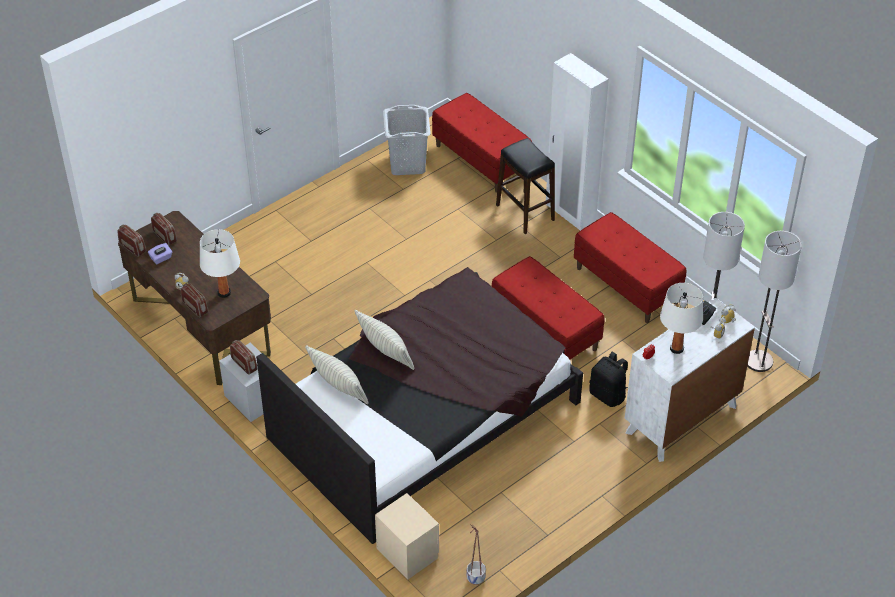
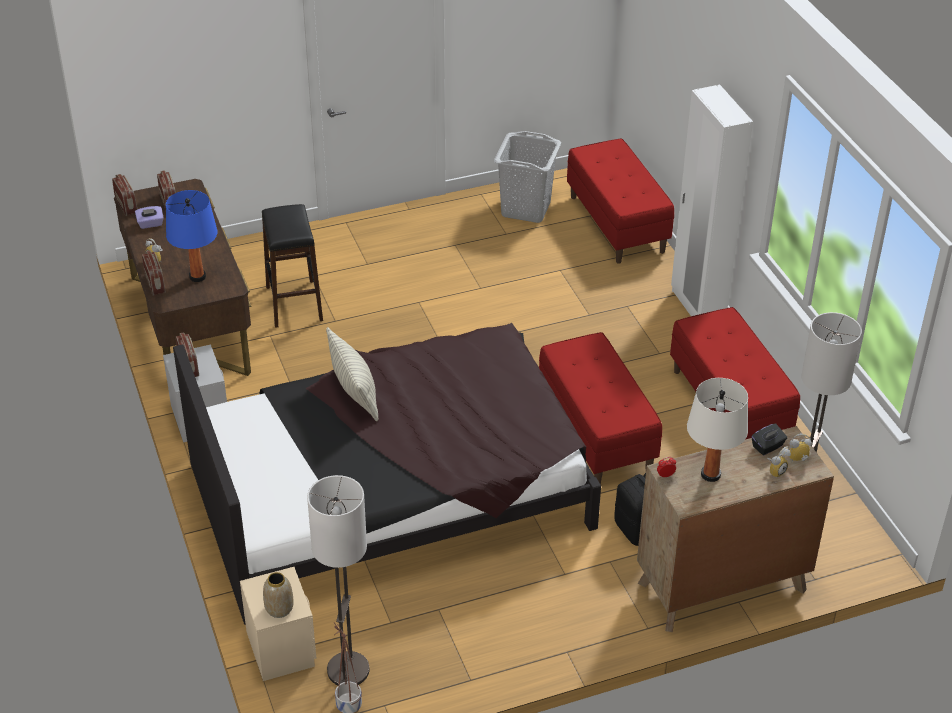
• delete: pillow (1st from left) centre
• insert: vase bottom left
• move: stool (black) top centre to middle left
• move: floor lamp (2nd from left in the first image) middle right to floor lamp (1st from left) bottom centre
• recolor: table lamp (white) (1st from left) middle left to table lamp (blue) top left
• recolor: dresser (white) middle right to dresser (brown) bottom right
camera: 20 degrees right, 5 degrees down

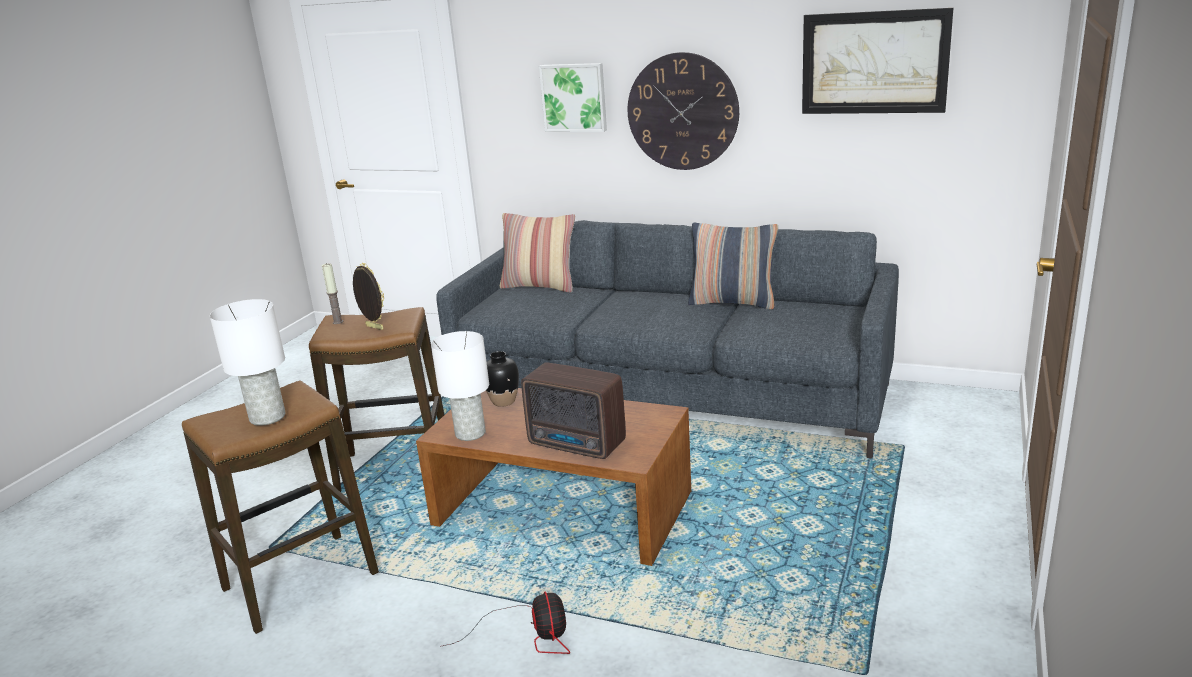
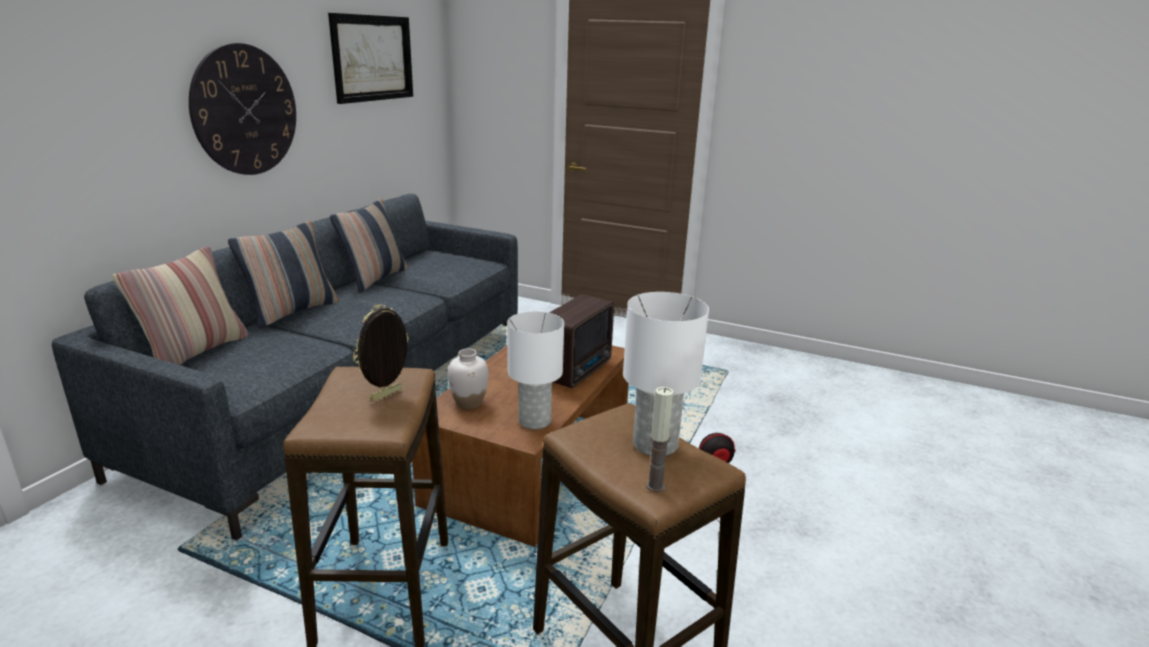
• delete: picture (1st from left) top centre
• insert: pillow (2nd from left) middle left
• move: candle middle left to bottom centre
• recolor: vase (black) centre to vase (white) centre
camera: 90 degrees left, 0 degrees up

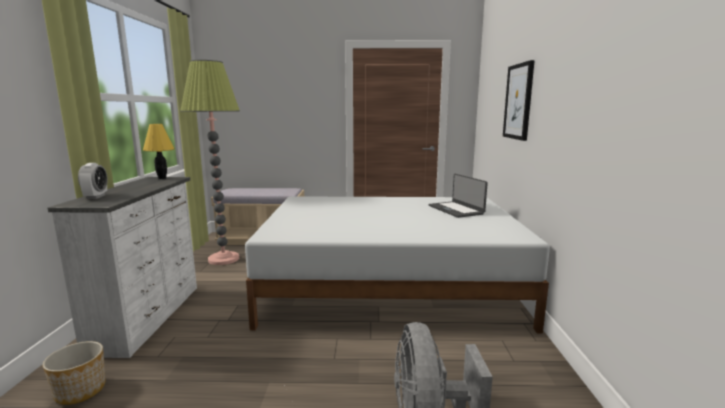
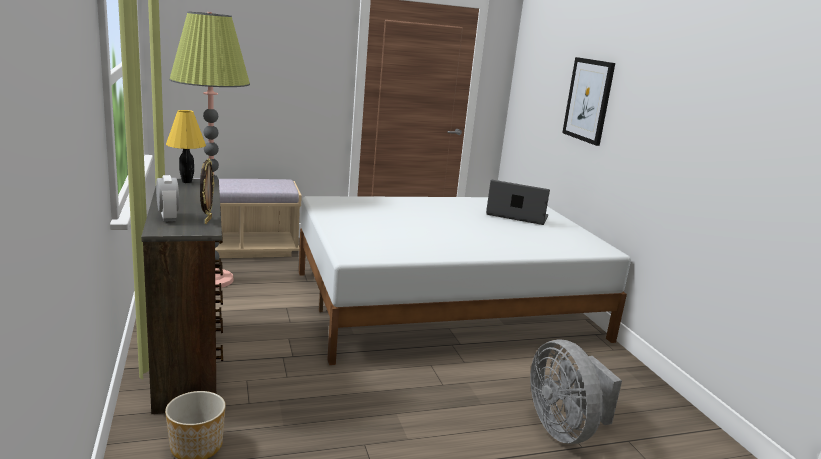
• insert: picture frame middle left
• recolor: dresser (white) middle left to dresser (brown) middle left
• rotate: laptop centre = centre 150 degrees clockwise
camera: 20 degrees left, 5 degrees up

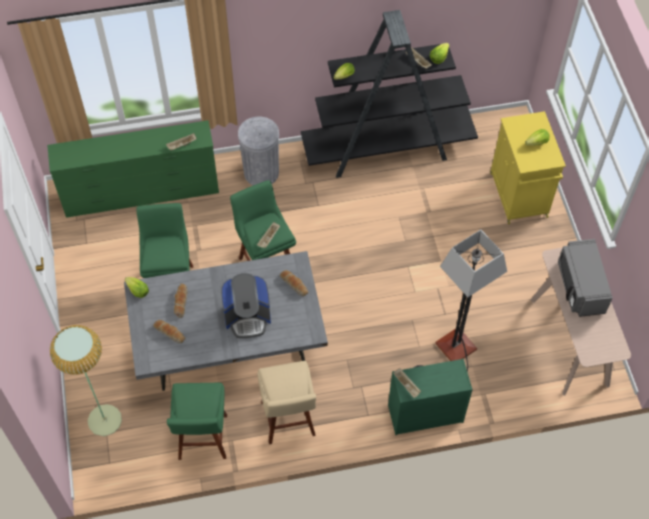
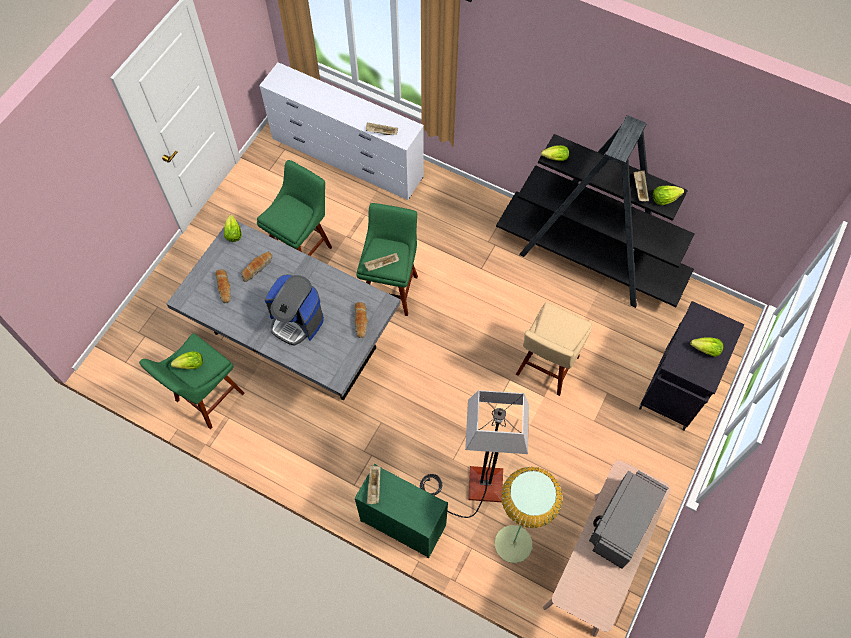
• delete: trash can (grey) top centre
• insert: lettuce (1st from left) middle left
• move: floor lamp (1st from left in the first image) bottom left to floor lamp (2nd from left) bottom centre
• move: stool (beige) bottom centre to centre
• recolor: dresser (green) (1st from left) top left to dresser (white) top centre
• recolor: cabinet (yellow) top right to cabinet (black) middle right
camera: 40 degrees right, 5 degrees up

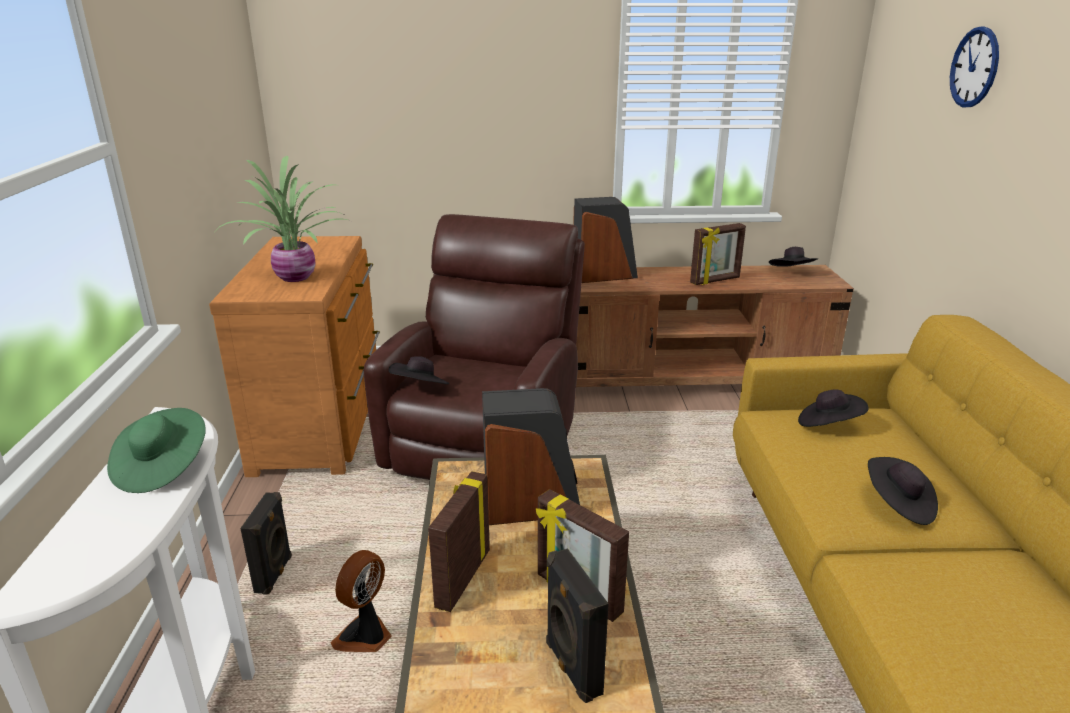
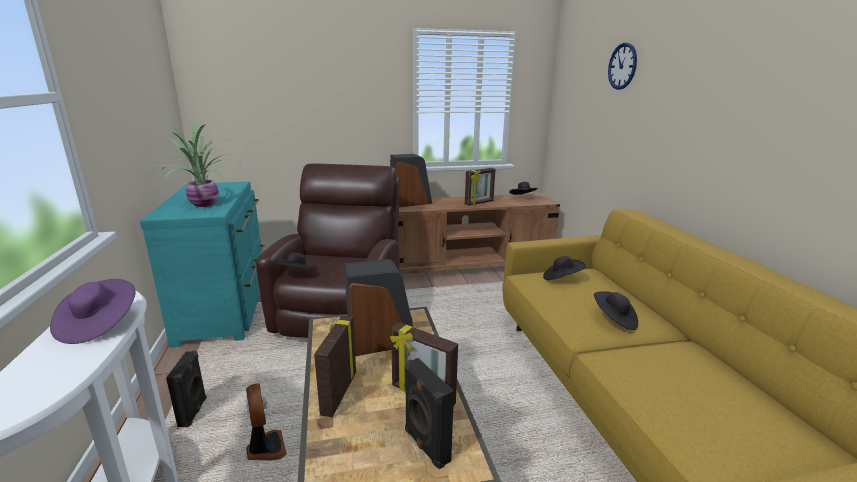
• recolor: hat (green) middle left to hat (purple) middle left
• recolor: dresser (brown) middle left to dresser (turquoise) middle left
• rotate: fan bottom centre = bottom left 135 degrees clockwise
camera: 10 degrees left, 5 degrees down

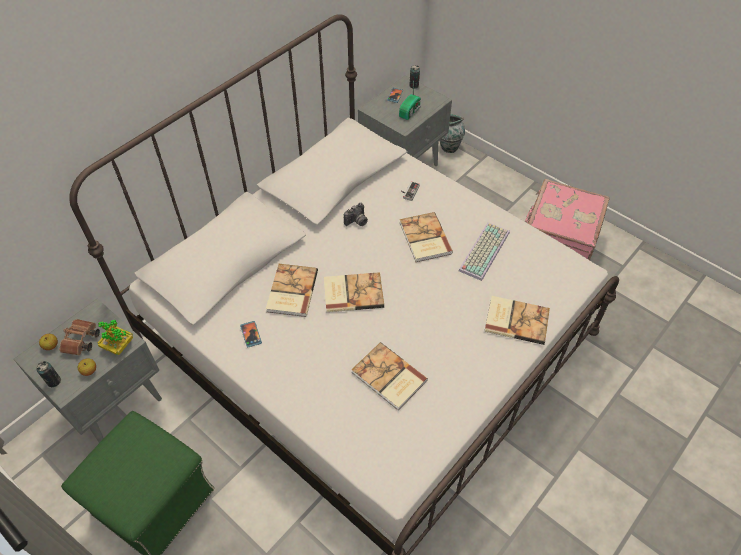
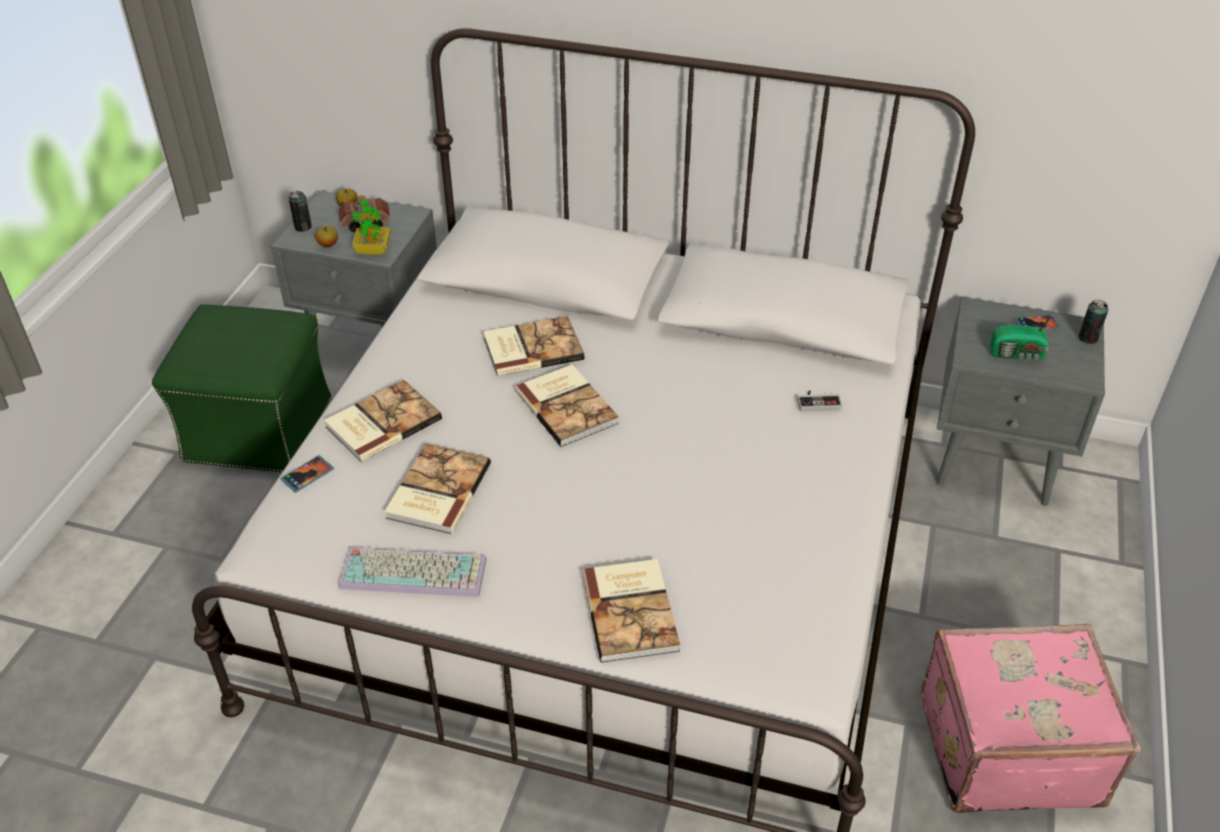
• delete: photo camera centre
• delete: vase top centre
• move: phone (1st from left) centre to middle left
• move: book (4th from left in the first image) centre to book (1st from left) middle left
• move: keyboard centre to bottom centre
camera: 65 degrees right, 10 degrees down

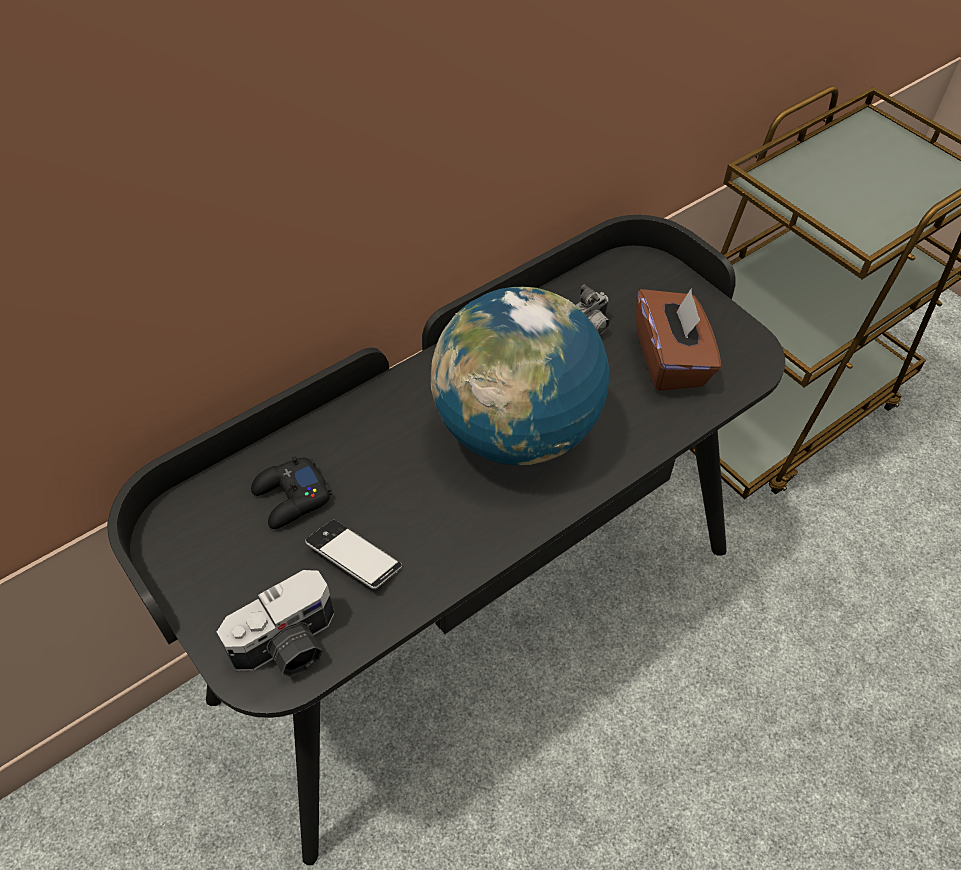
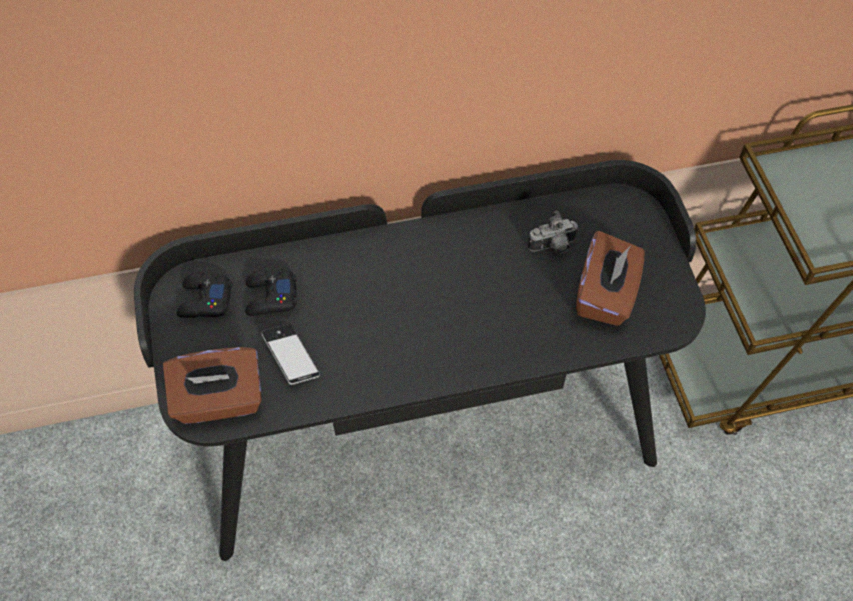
• delete: globe centre
• insert: game controller (black) (1st from left) middle left
• replace: photo camera (1st from left) bottom left to tissue box (brown) (1st from left) middle left
camera: 25 degrees right, 5 degrees up

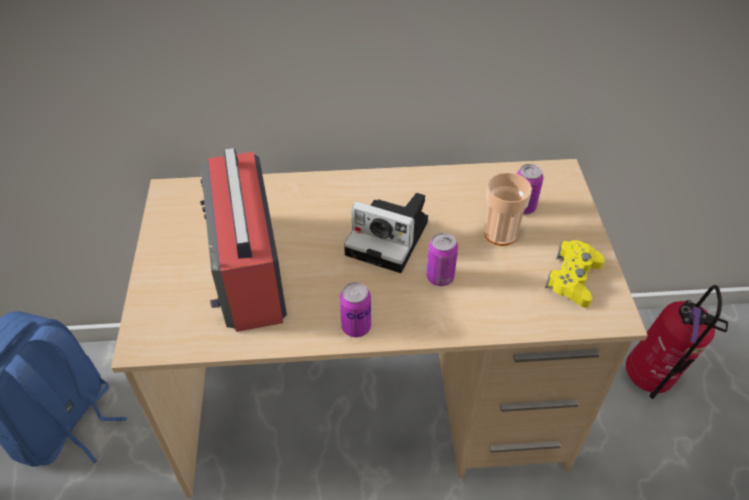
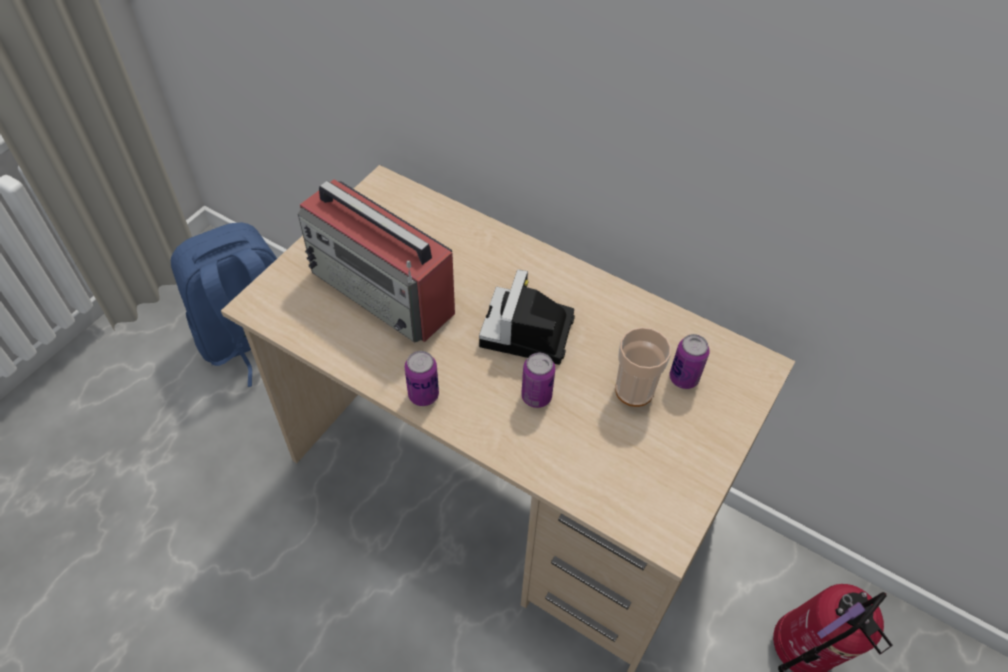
• delete: game controller (yellow) middle right
• rotate: radio middle left = centre 75 degrees counterclockwise
• rotate: photo camera centre = centre 45 degrees clockwise
camera: 35 degrees right, 5 degrees up

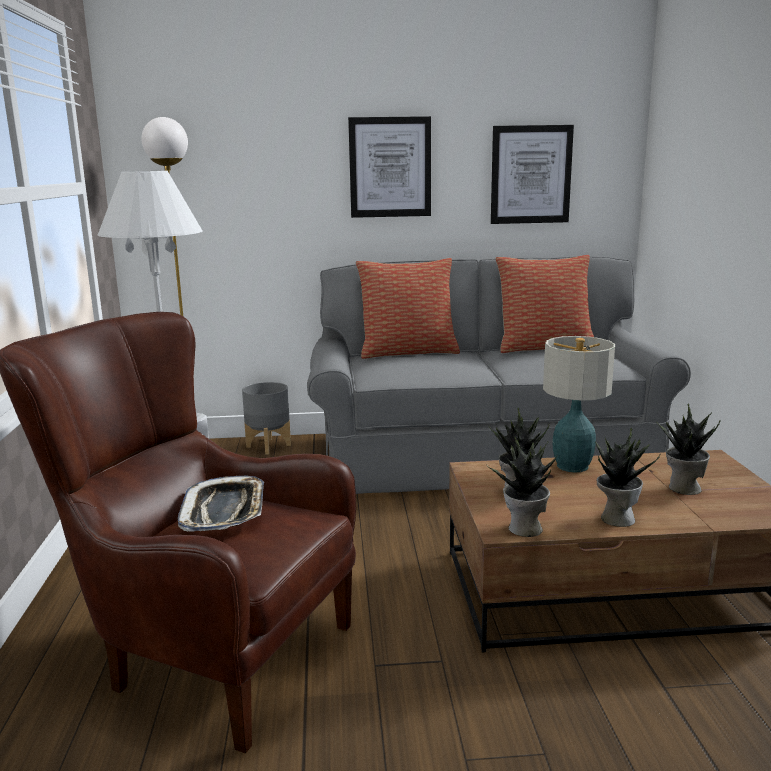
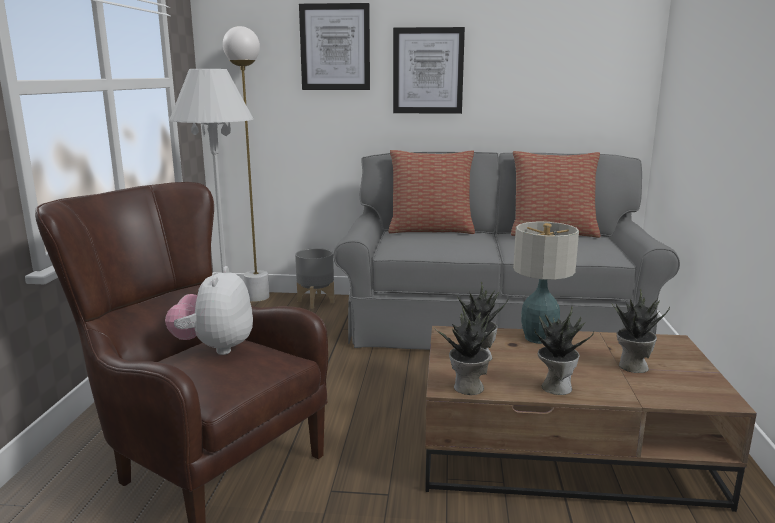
• move: picture (2nd from left in the first image) top right to picture (1st from left) top centre
• replace: tray middle left to plush toy middle left
camera: 10 degrees right, 0 degrees up

